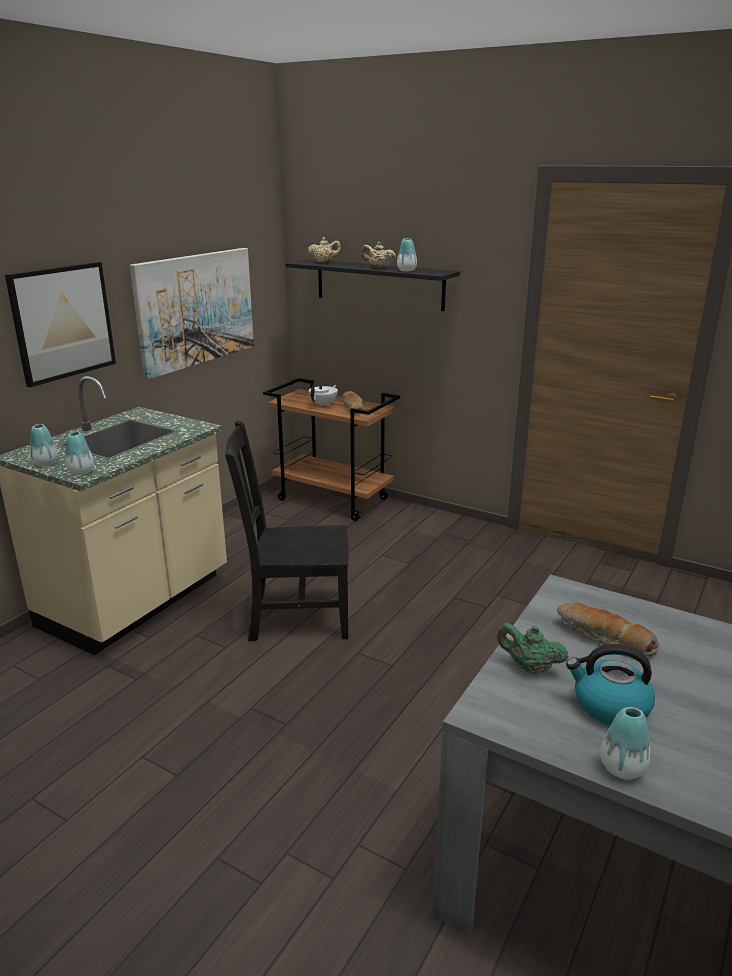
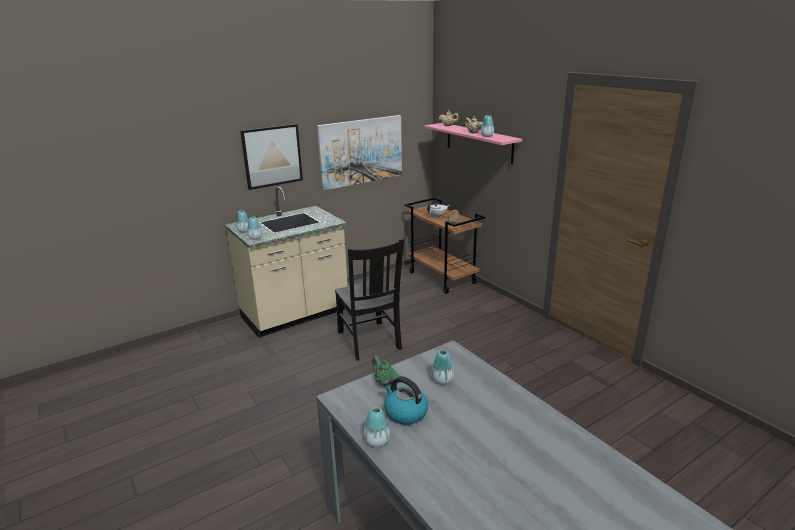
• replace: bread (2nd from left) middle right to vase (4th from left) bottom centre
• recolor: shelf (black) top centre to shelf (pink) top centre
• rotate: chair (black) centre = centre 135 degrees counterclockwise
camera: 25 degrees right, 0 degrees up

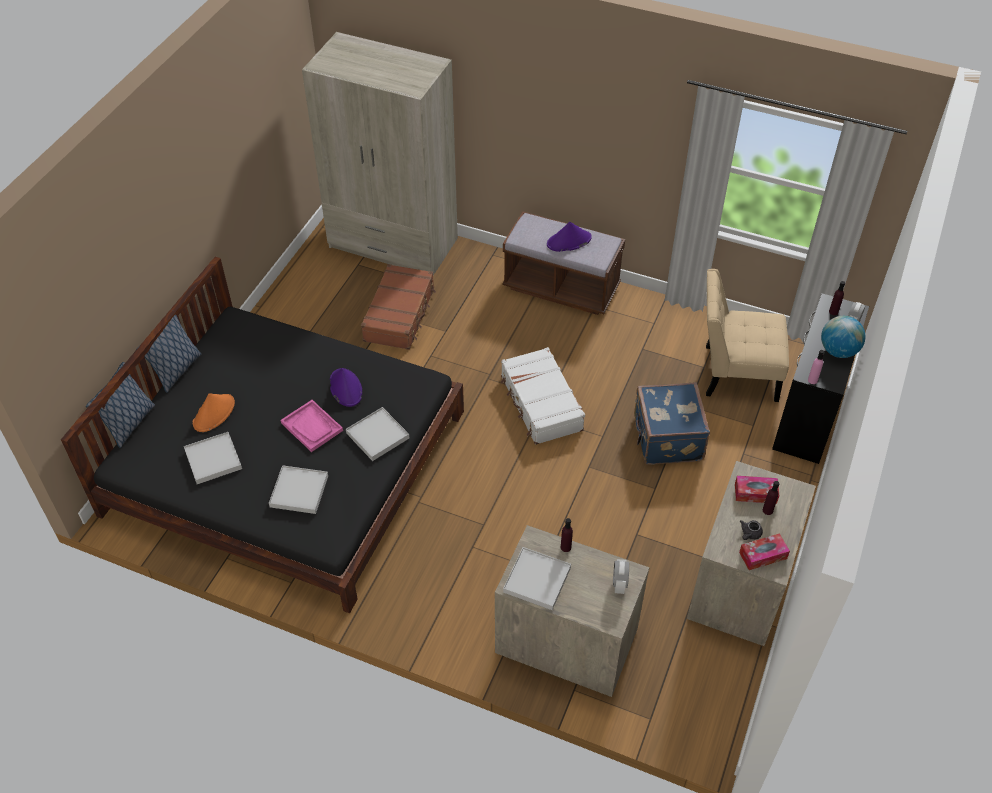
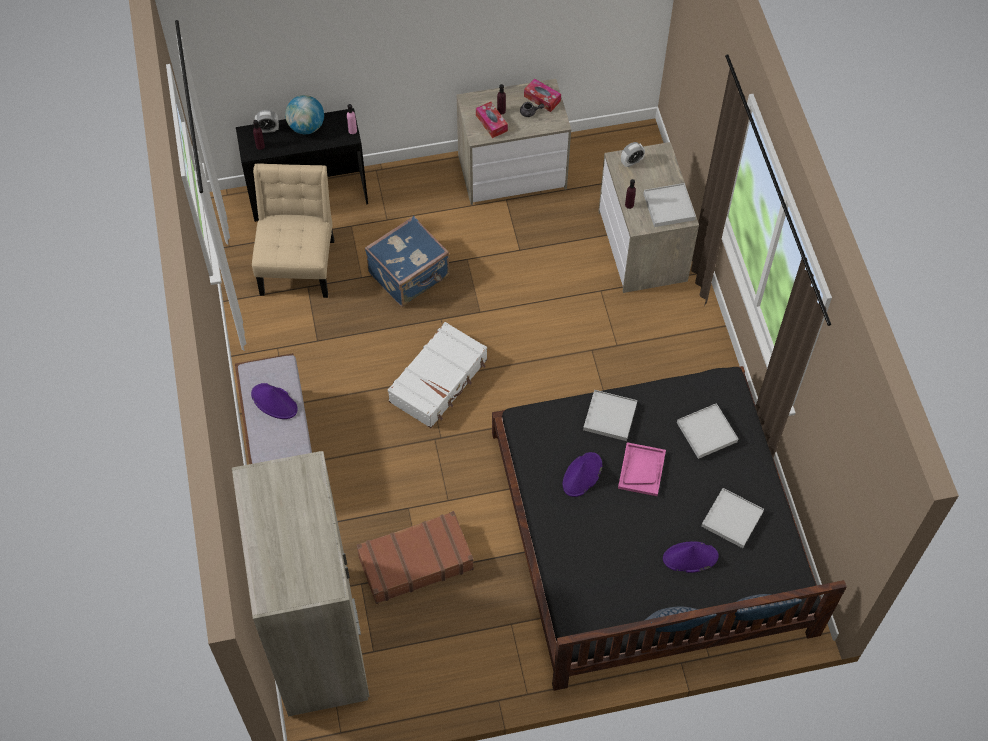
• recolor: hat (orange) middle left to hat (purple) (3rd from left) bottom right
• rotate: chair (beige) middle right = top left 150 degrees counterclockwise
camera: 125 degrees left, 10 degrees up

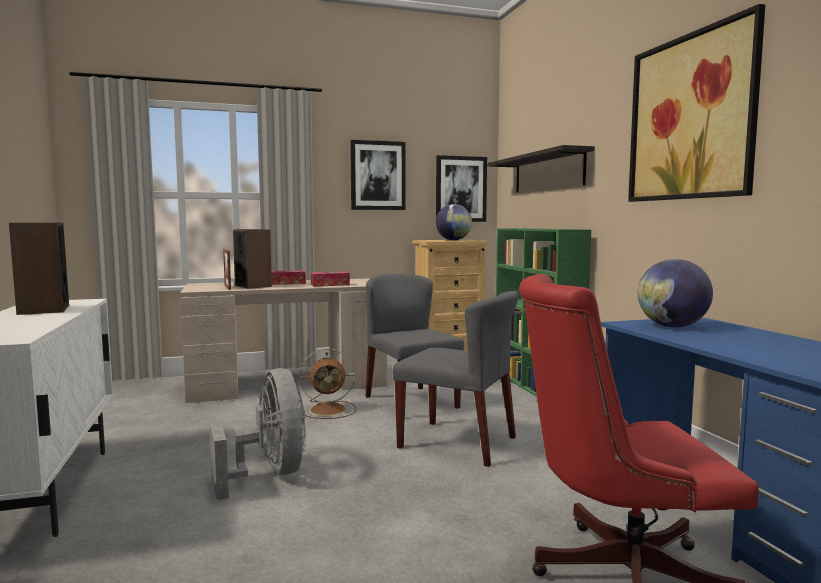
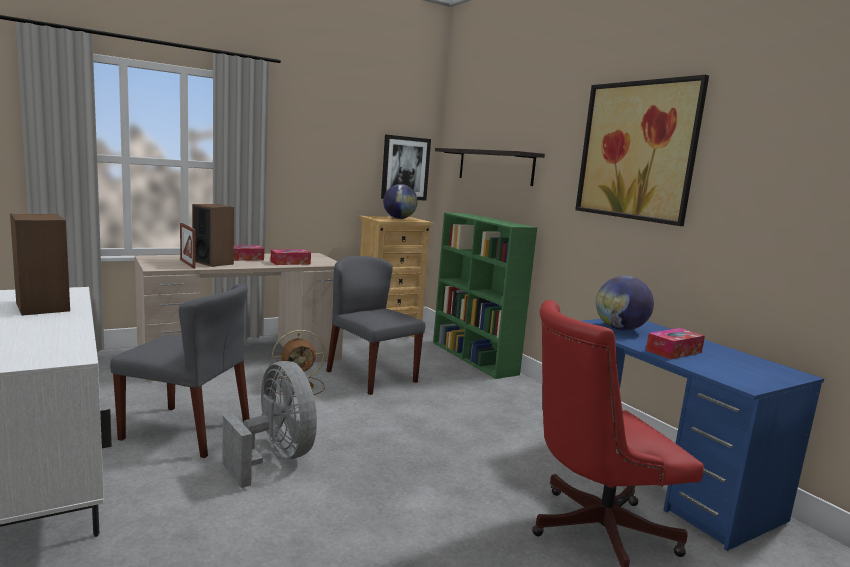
• delete: picture (1st from left) top centre
• insert: tissue box (3rd from left) middle right
• move: chair (grey) (2nd from left in the first image) centre to chair (grey) (1st from left) middle left
camera: 15 degrees left, 5 degrees up

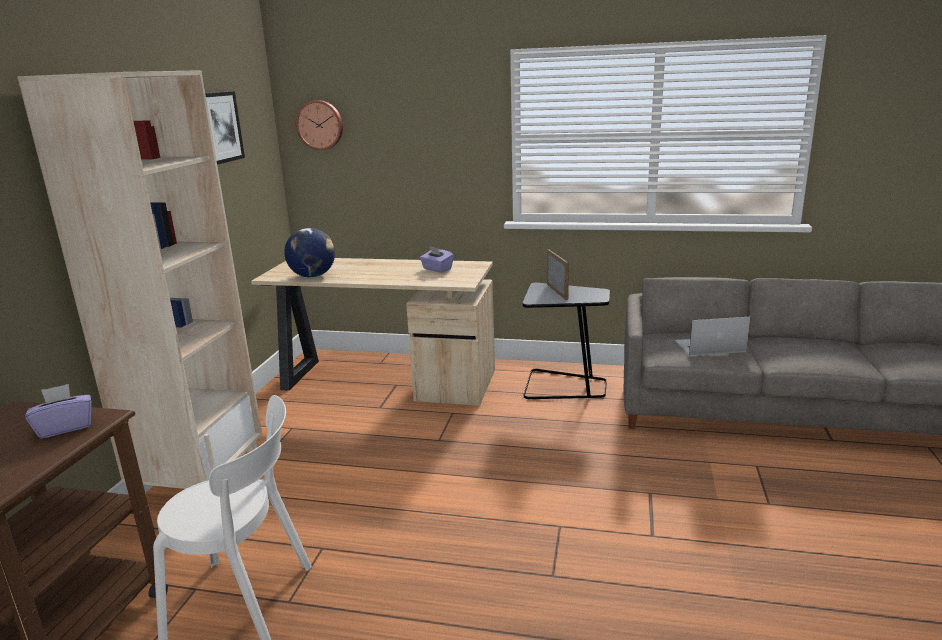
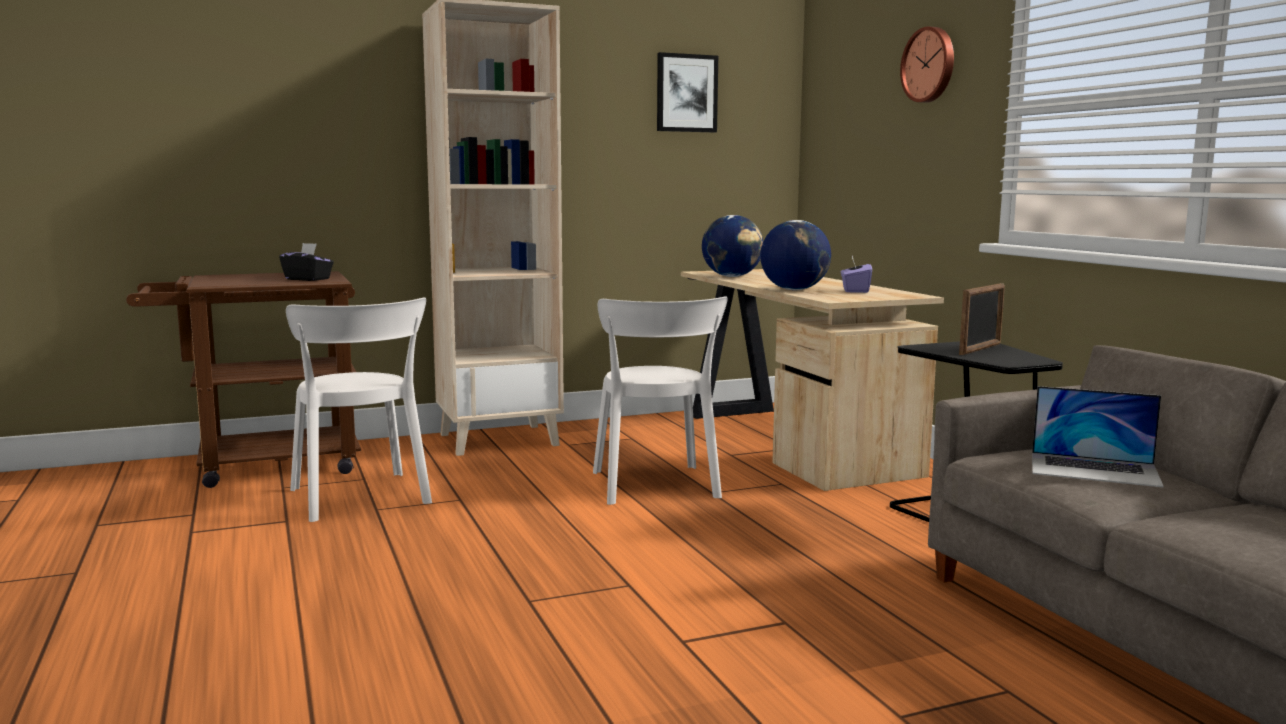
• insert: chair (white) (2nd from left) centre
• insert: globe (2nd from left) centre
• move: wall clock top centre to top right
• recolor: tissue box (purple) (1st from left) middle left to tissue box (black) middle left
• rotate: laptop middle right = middle right 150 degrees clockwise
camera: 55 degrees right, 10 degrees down

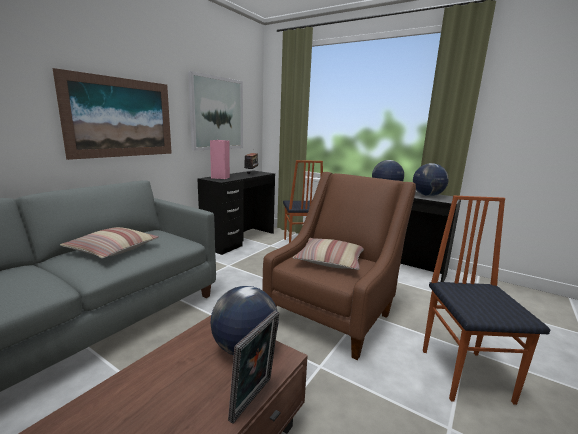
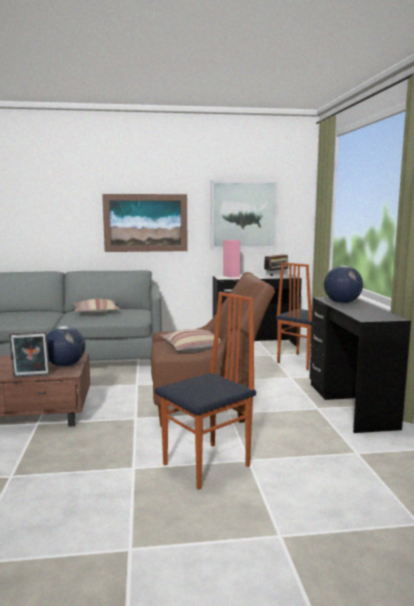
• delete: globe (3rd from left) middle right
camera: 50 degrees right, 5 degrees down

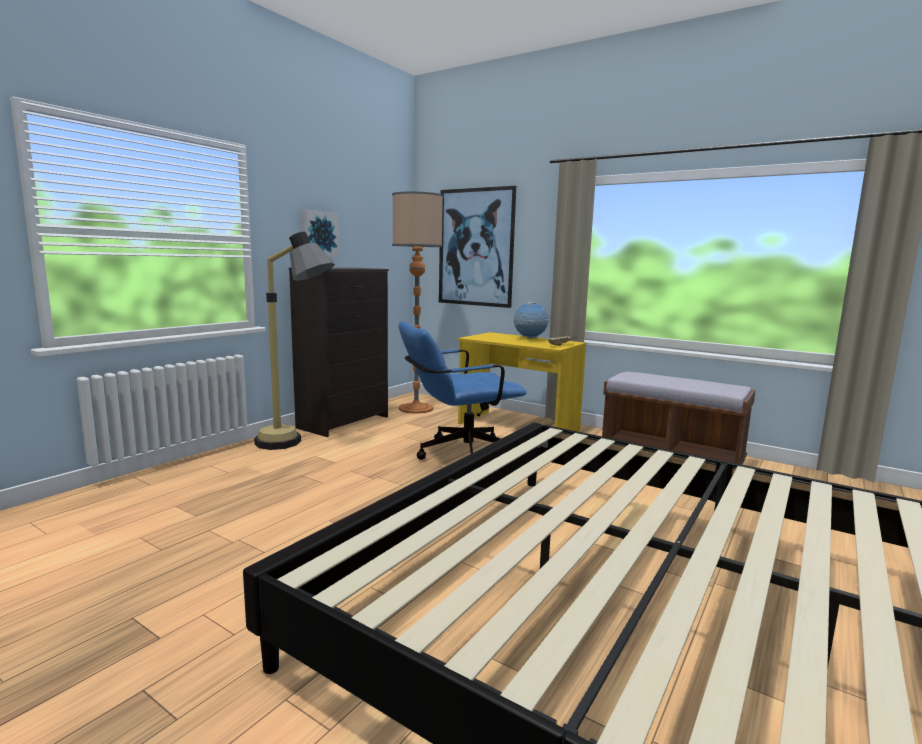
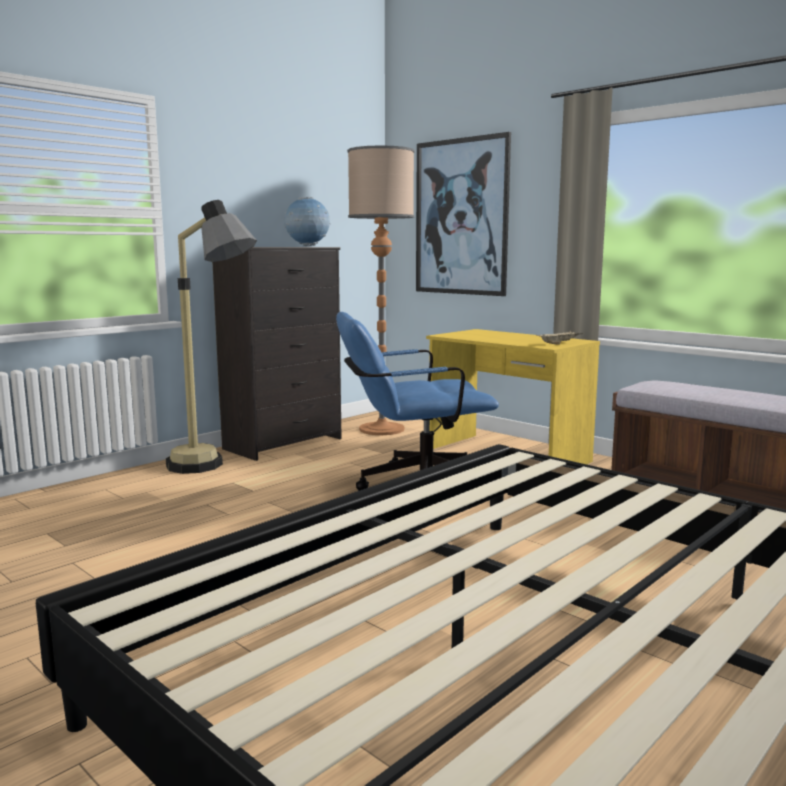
• delete: picture (1st from left) top centre
• move: globe centre to top centre
camera: 10 degrees right, 0 degrees up

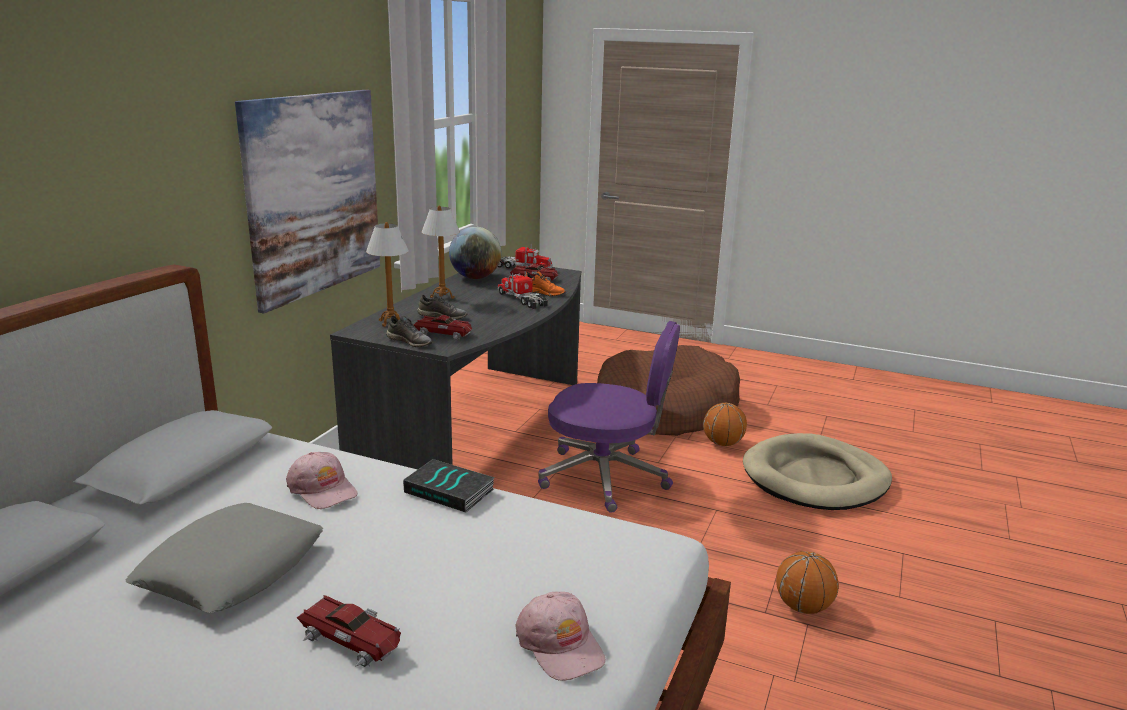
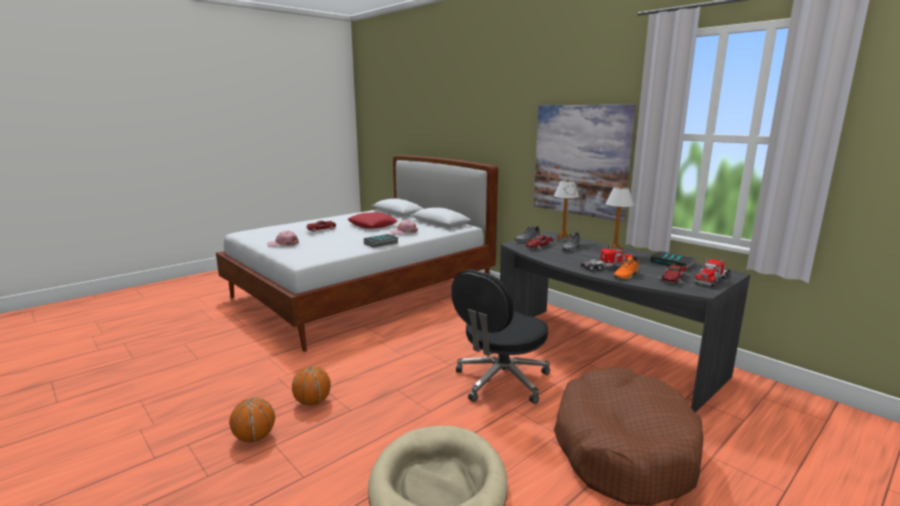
• move: basketball (1st from left) centre to bottom left
• replace: globe centre to book (2nd from left) middle right
• recolor: pillow (grey) bottom left to pillow (red) centre
• recolor: office chair (purple) centre to office chair (black) centre
camera: 115 degrees right, 5 degrees down

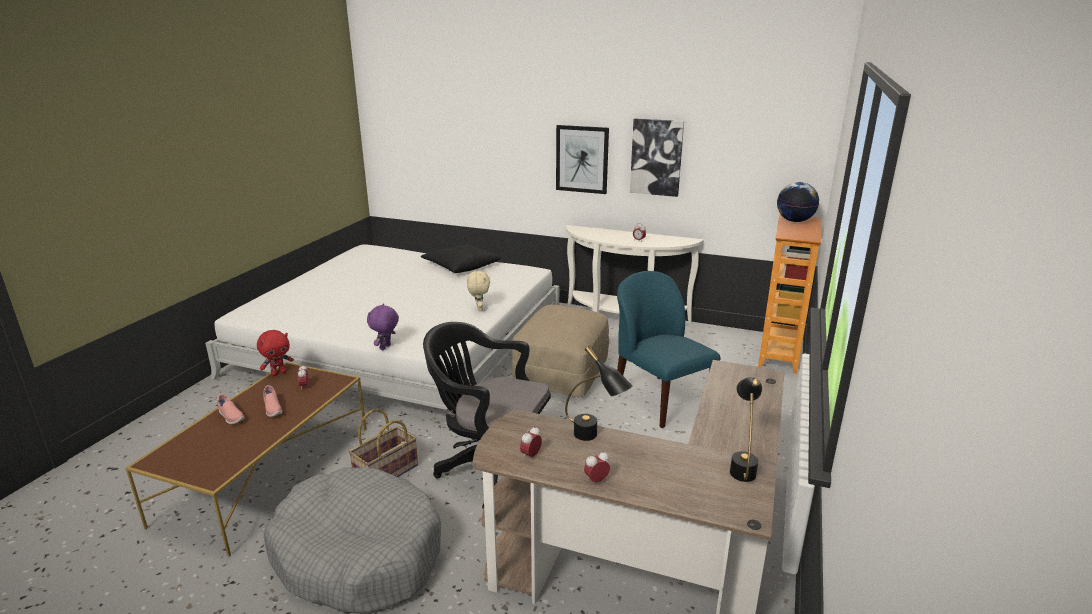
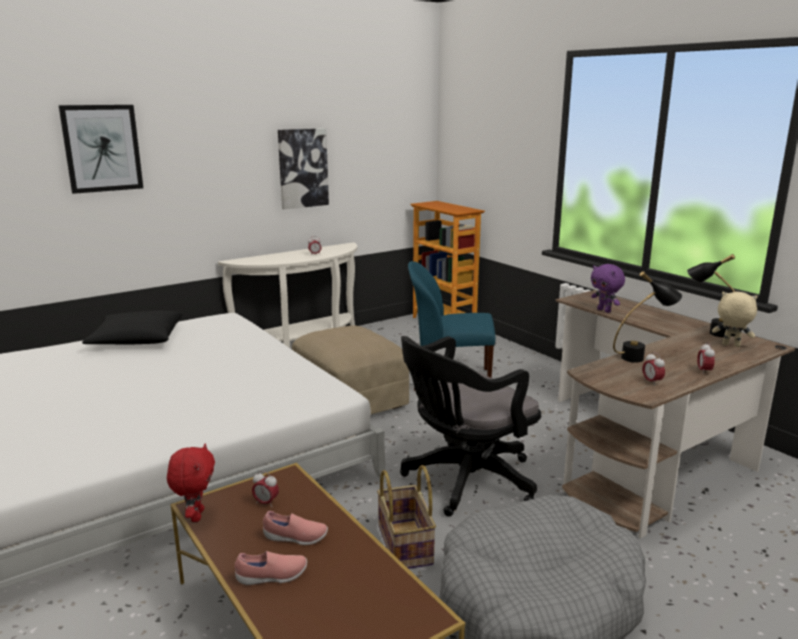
• delete: globe top right
• move: plush toy (purple) centre to middle right
• move: plush toy (beige) centre to middle right
• move: picture (1st from left) top centre to top left
camera: 55 degrees left, 5 degrees down

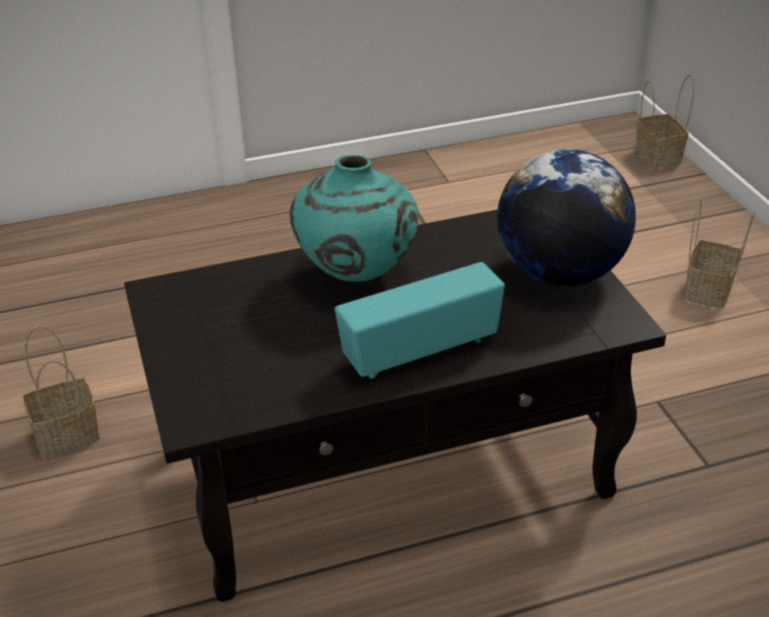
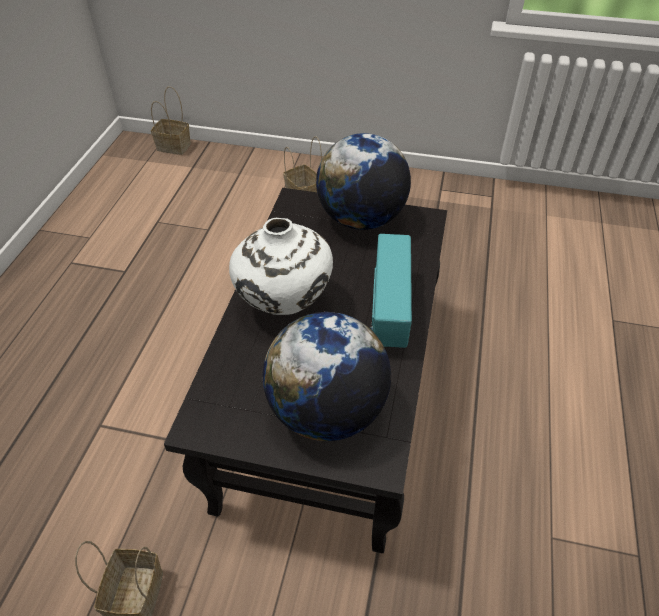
• insert: globe (1st from left) centre
• recolor: vase (turquoise) centre to vase (white) centre
camera: 60 degrees left, 10 degrees up

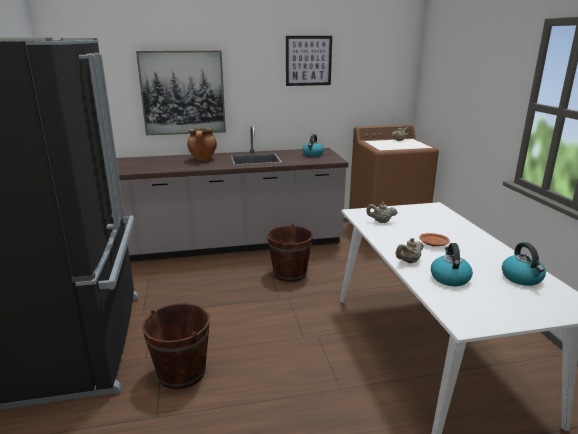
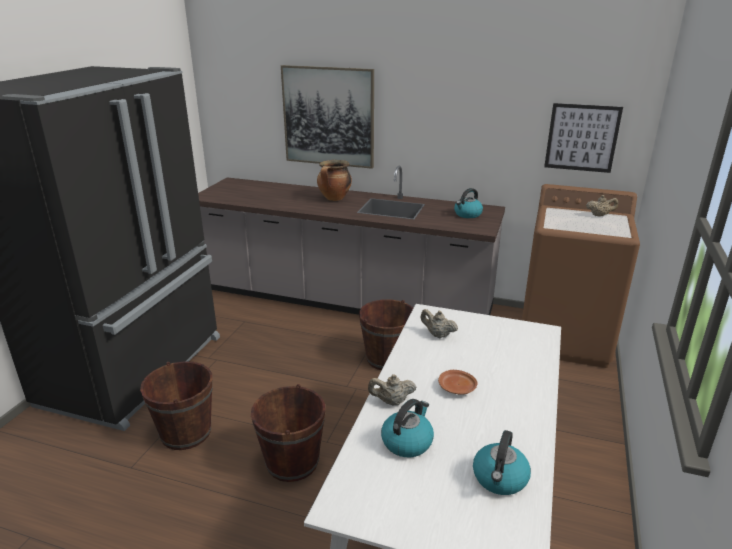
• insert: bucket (brown) (2nd from left) bottom centre
• move: picture (2nd from left) top centre to top right
camera: 30 degrees right, 5 degrees up

